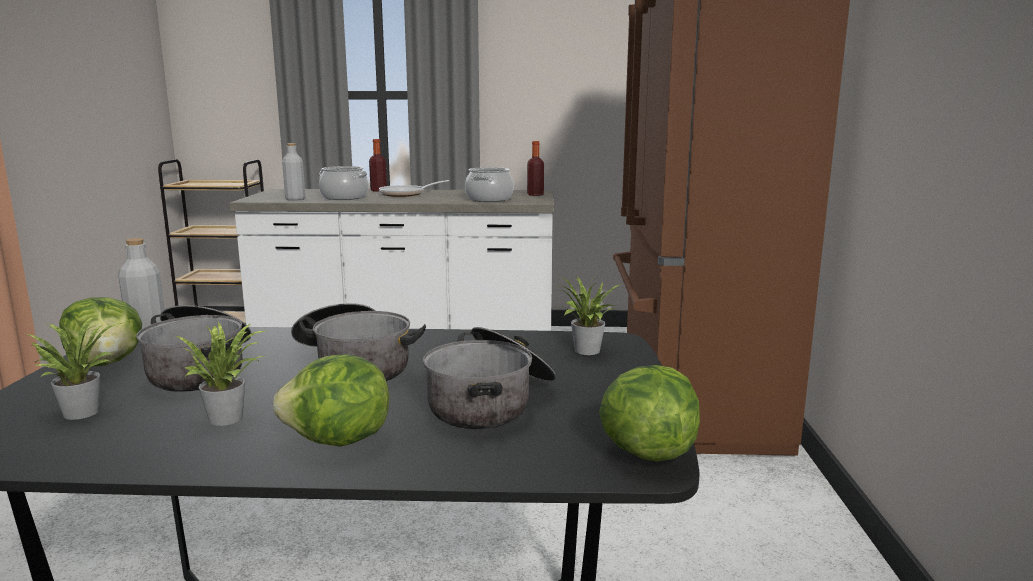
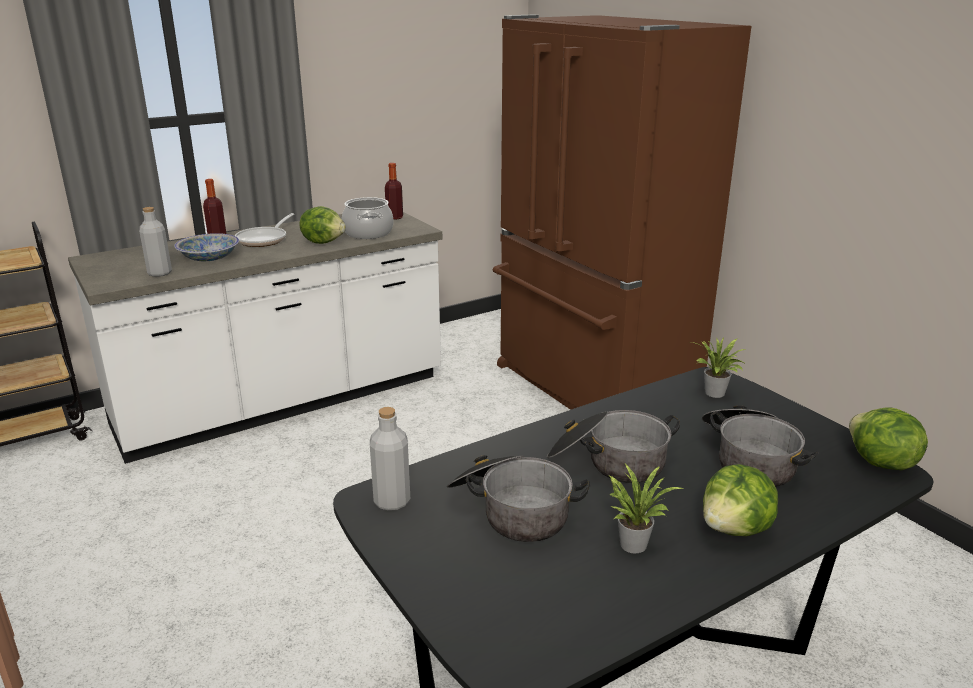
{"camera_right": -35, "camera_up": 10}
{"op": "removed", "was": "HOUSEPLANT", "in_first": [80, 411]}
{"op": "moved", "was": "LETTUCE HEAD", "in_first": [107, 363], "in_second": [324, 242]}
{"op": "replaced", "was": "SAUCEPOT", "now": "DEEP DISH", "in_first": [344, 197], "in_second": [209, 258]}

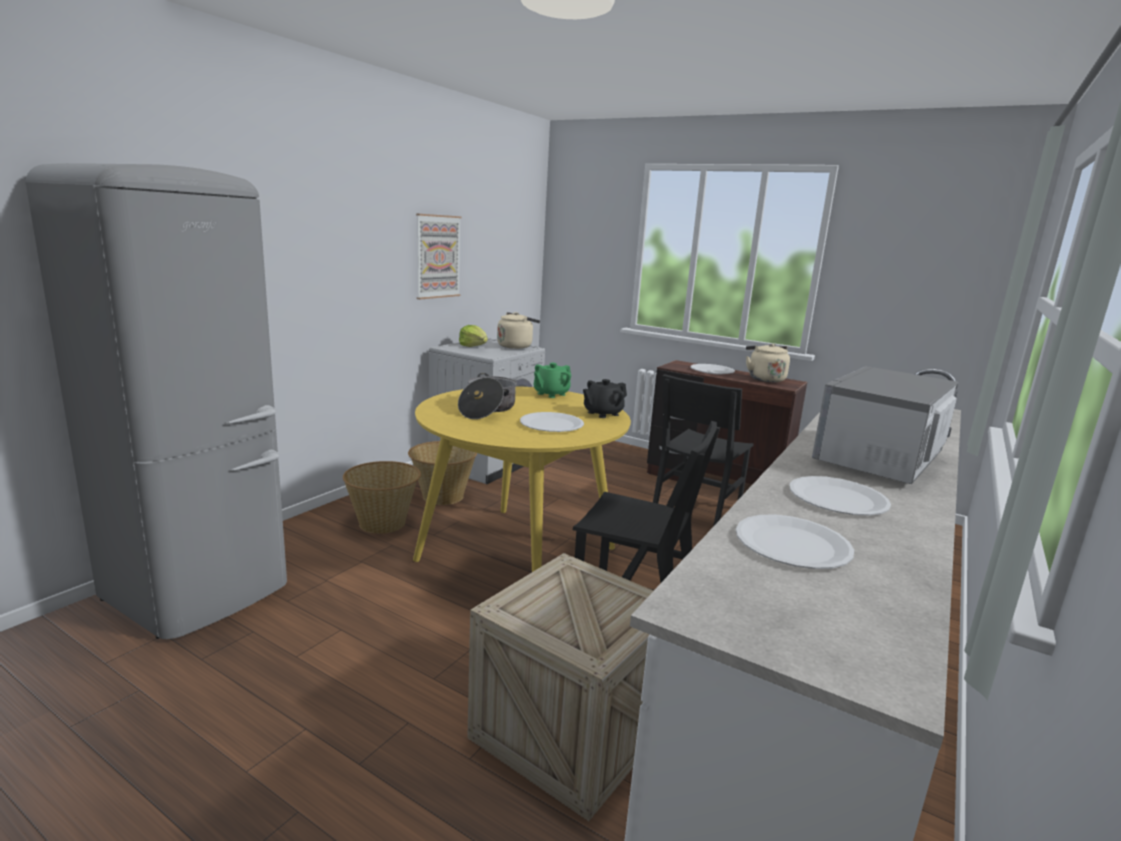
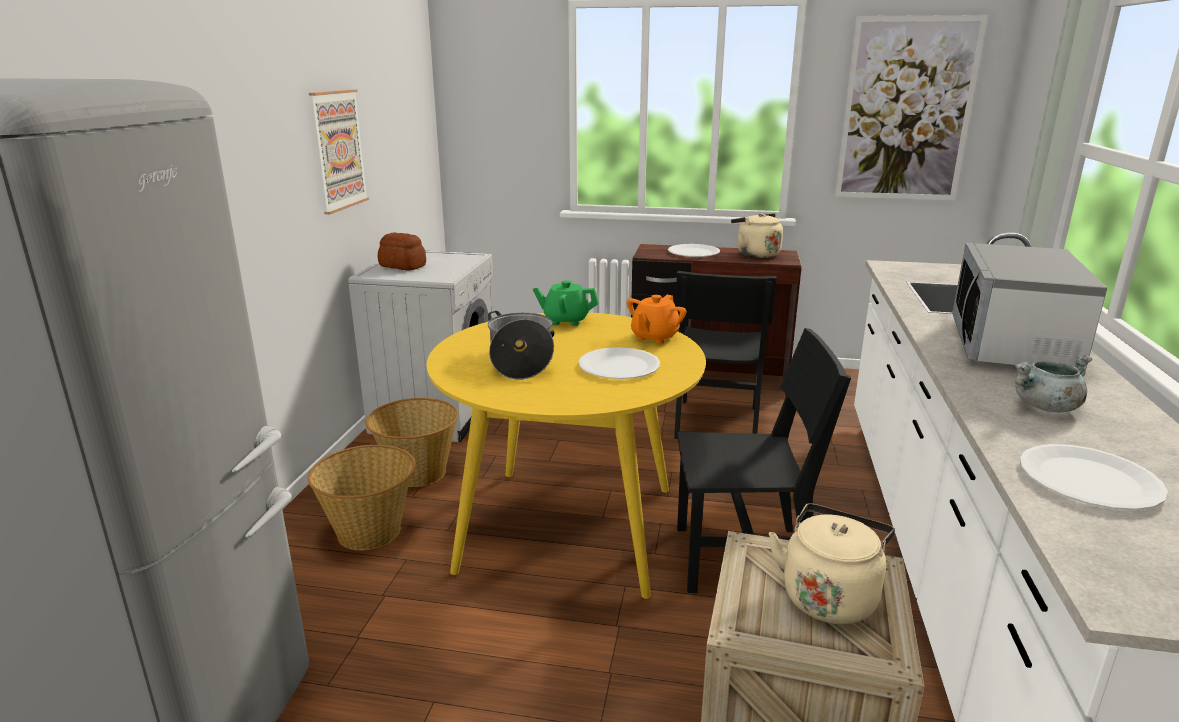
{"camera_right": -20, "camera_up": 5}
{"op": "replaced", "was": "LETTUCE HEAD", "now": "BAKERY BREAD", "in_first": [473, 346], "in_second": [403, 266]}
{"op": "moved", "was": "SAND-COLOURED TEA KETTLE", "in_first": [516, 346], "in_second": [829, 596]}
{"op": "turned", "was": "GREENISH TEA POT", "in_first": [551, 394], "in_second": [566, 320], "clockwise": 75}
{"op": "recoloured", "was": "BLACK-COLOURED TEA POT", "now": "ORANGEY TEA POT", "in_first": [602, 413], "in_second": [654, 337]}
{"op": "replaced", "was": "WHITISH DINNER PLATE", "now": "GRAY SAUCEPOT", "in_first": [837, 499], "in_second": [1045, 407]}
{"op": "added", "now": "WALL PICTURE", "in_second": [906, 110]}

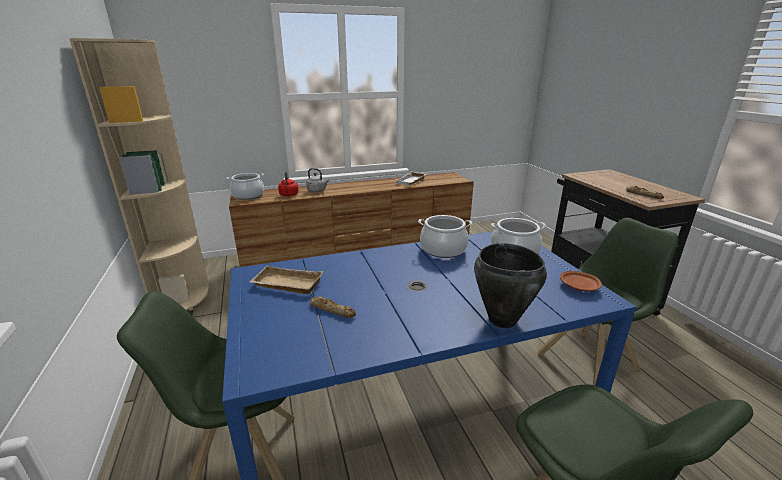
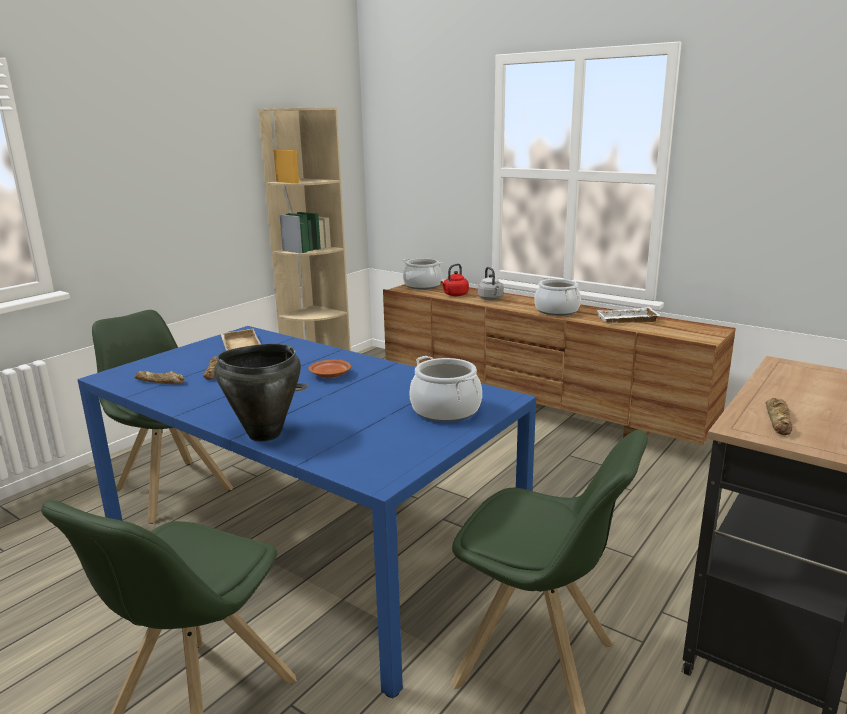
{"camera_right": 55, "camera_up": -5}
{"op": "moved", "was": "SAUCEPOT", "in_first": [443, 249], "in_second": [556, 311]}
{"op": "moved", "was": "BROWN-COLOURED DINNER PLATE", "in_first": [579, 287], "in_second": [330, 375]}
{"op": "added", "now": "BAKERY BREAD", "in_second": [160, 382]}

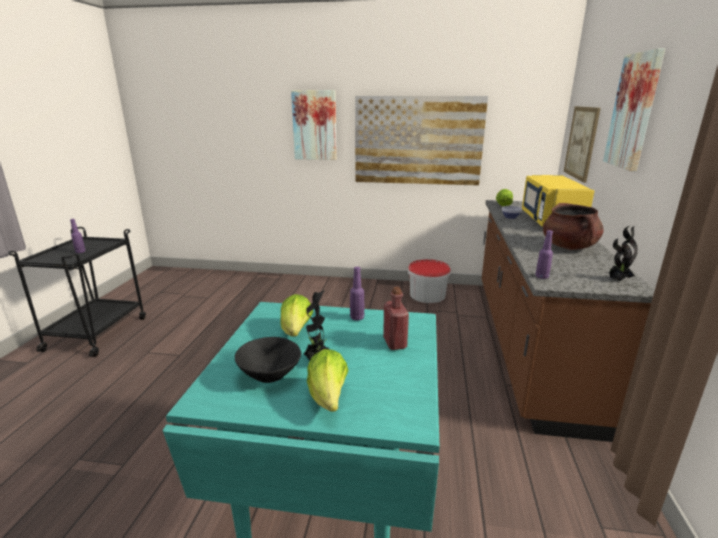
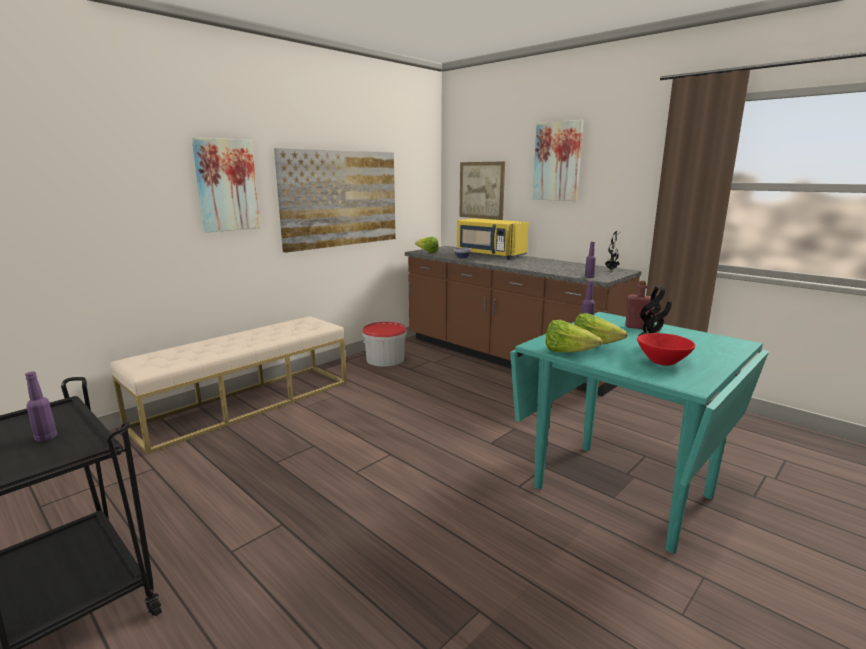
{"camera_right": -55, "camera_up": -5}
{"op": "recoloured", "was": "BLACK-COLOURED DEEP DISH", "now": "RED-COLOURED DEEP DISH", "in_first": [270, 376], "in_second": [663, 362]}
{"op": "moved", "was": "LETTUCE HEAD", "in_first": [328, 398], "in_second": [567, 352]}
{"op": "removed", "was": "BROWN-COLOURED SAUCEPOT", "in_first": [569, 247]}
{"op": "added", "now": "SAND-COLOURED BENCH", "in_second": [245, 403]}

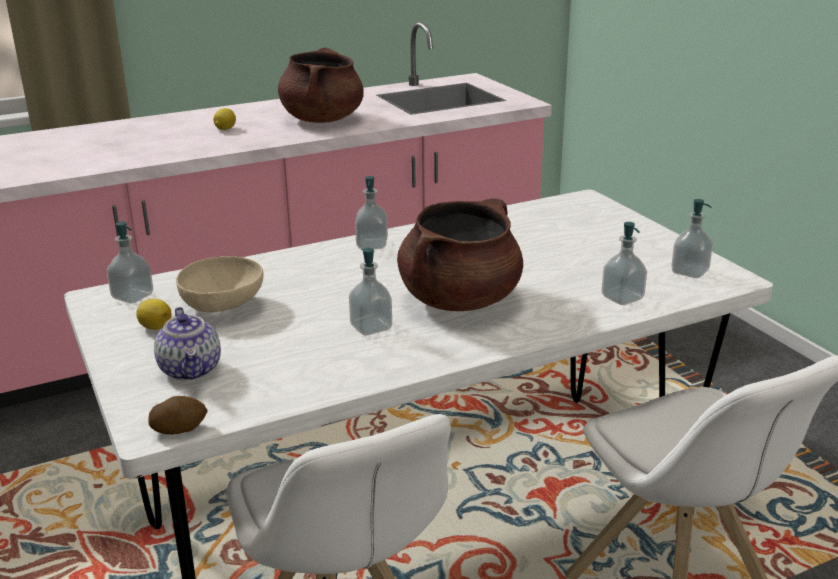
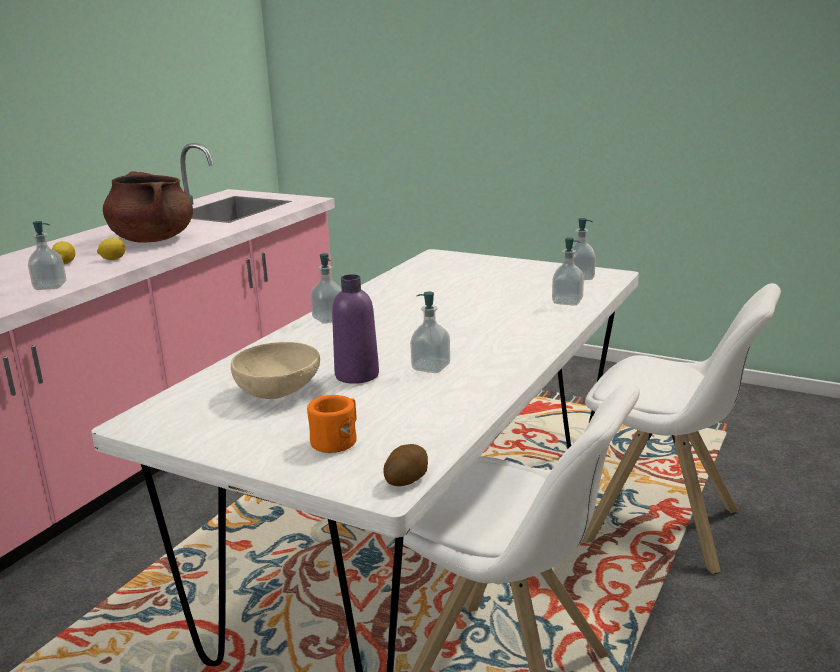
{"camera_right": -35, "camera_up": -5}
{"op": "moved", "was": "LIQUID SOAP BOTTLE", "in_first": [132, 296], "in_second": [50, 286]}
{"op": "moved", "was": "CITRUS FRUIT", "in_first": [155, 327], "in_second": [112, 259]}
{"op": "replaced", "was": "TEA POT", "now": "ORANGEY TEA MUG", "in_first": [191, 370], "in_second": [337, 440]}
{"op": "removed", "was": "BROWN-COLOURED SAUCEPOT", "in_first": [460, 300]}
{"op": "added", "now": "PURPLE-COLOURED BEVERAGE BOTTLE", "in_second": [357, 375]}

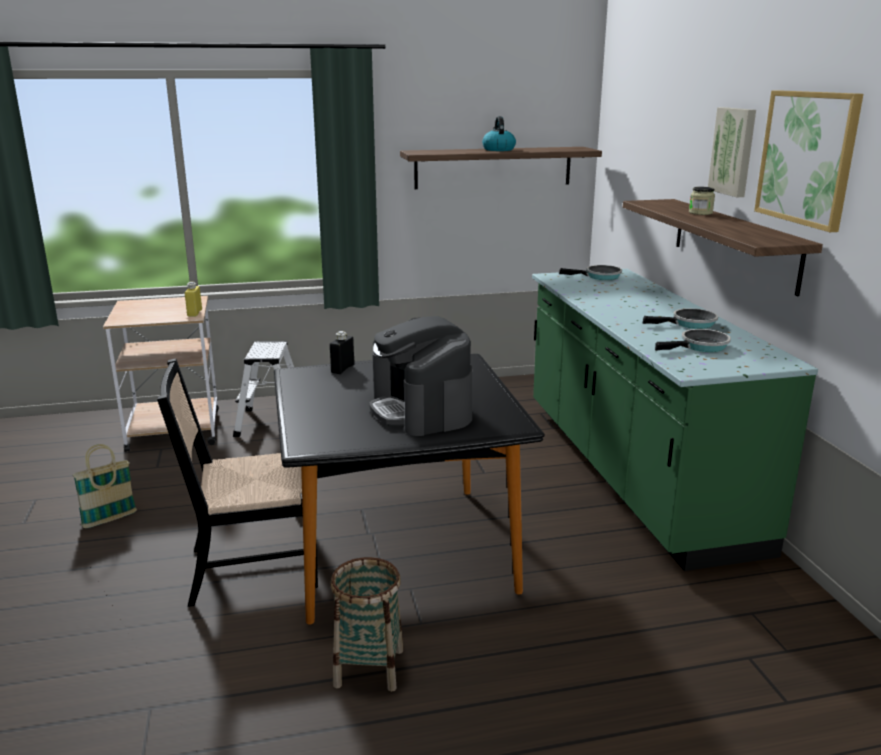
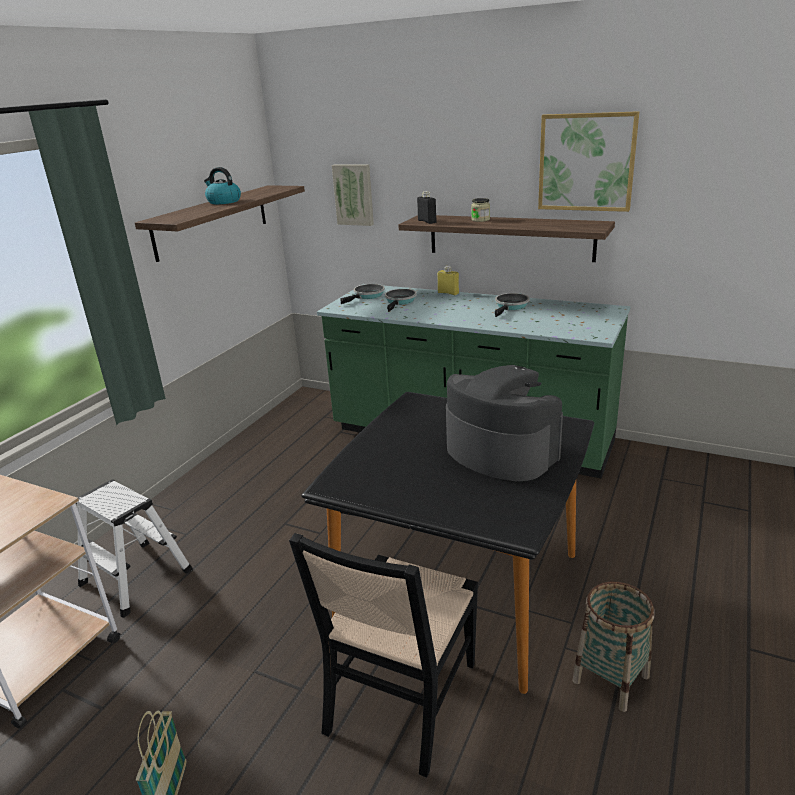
{"camera_right": -50, "camera_up": 5}
{"op": "moved", "was": "YELLOW-COLOURED BEVERAGE BOTTLE", "in_first": [194, 313], "in_second": [448, 293]}
{"op": "moved", "was": "BLACK-COLOURED BEVERAGE BOTTLE", "in_first": [342, 369], "in_second": [427, 221]}
{"op": "turned", "was": "COFFEE MACHINE", "in_first": [421, 410], "in_second": [500, 452], "clockwise": -150}
{"op": "moved", "was": "SKILLET", "in_first": [701, 346], "in_second": [400, 301]}
{"op": "moved", "was": "WALL PICTURE", "in_first": [734, 151], "in_second": [354, 194]}

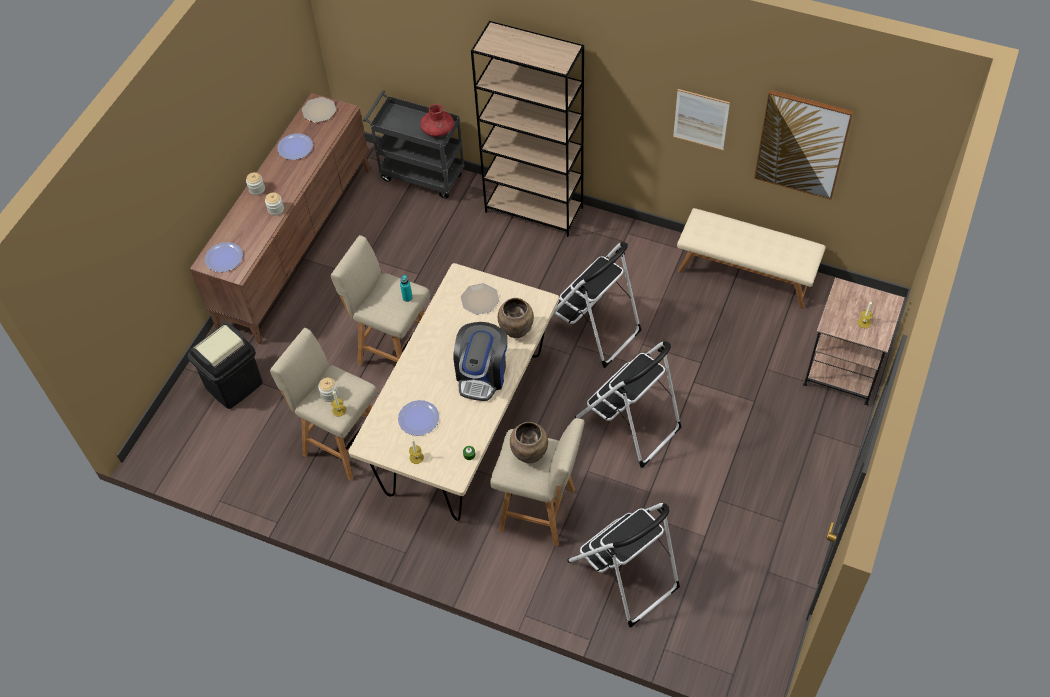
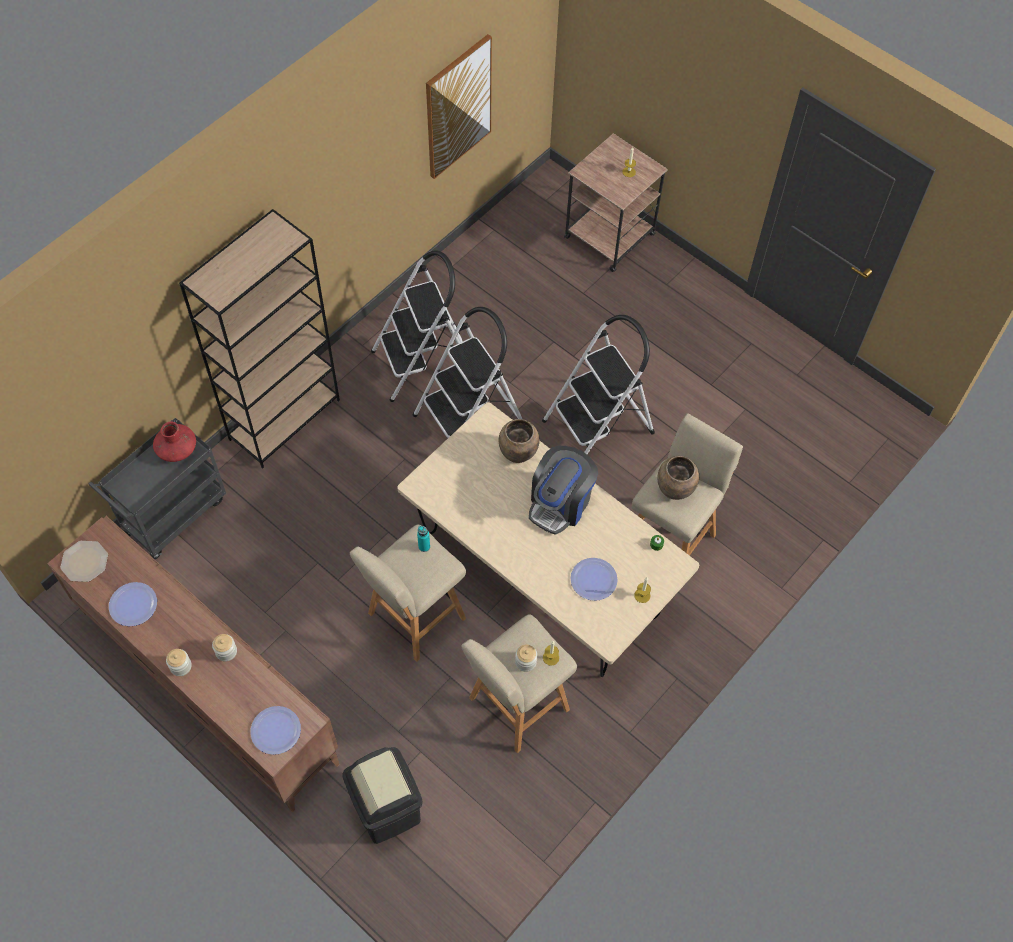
{"camera_right": -75, "camera_up": 5}
{"op": "turned", "was": "COFFEE MACHINE", "in_first": [482, 374], "in_second": [560, 503], "clockwise": 90}
{"op": "removed", "was": "DINNER PLATE", "in_first": [479, 299]}
{"op": "moved", "was": "STEPLADDER", "in_first": [624, 576], "in_second": [427, 363]}
{"op": "removed", "was": "WALL PICTURE", "in_first": [701, 119]}
{"op": "removed", "was": "SAND-COLOURED BENCH", "in_first": [746, 273]}

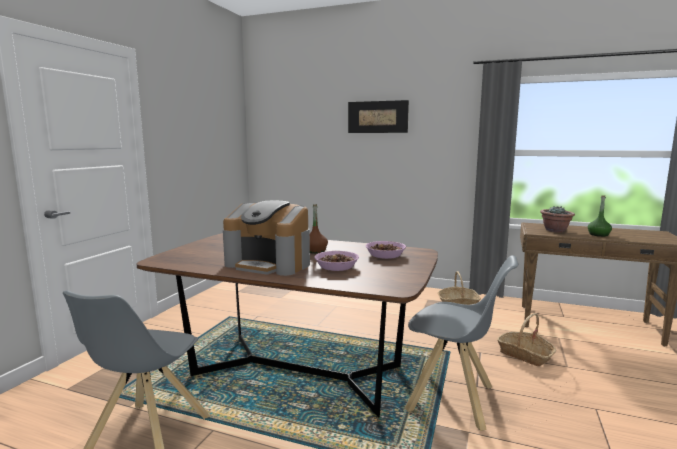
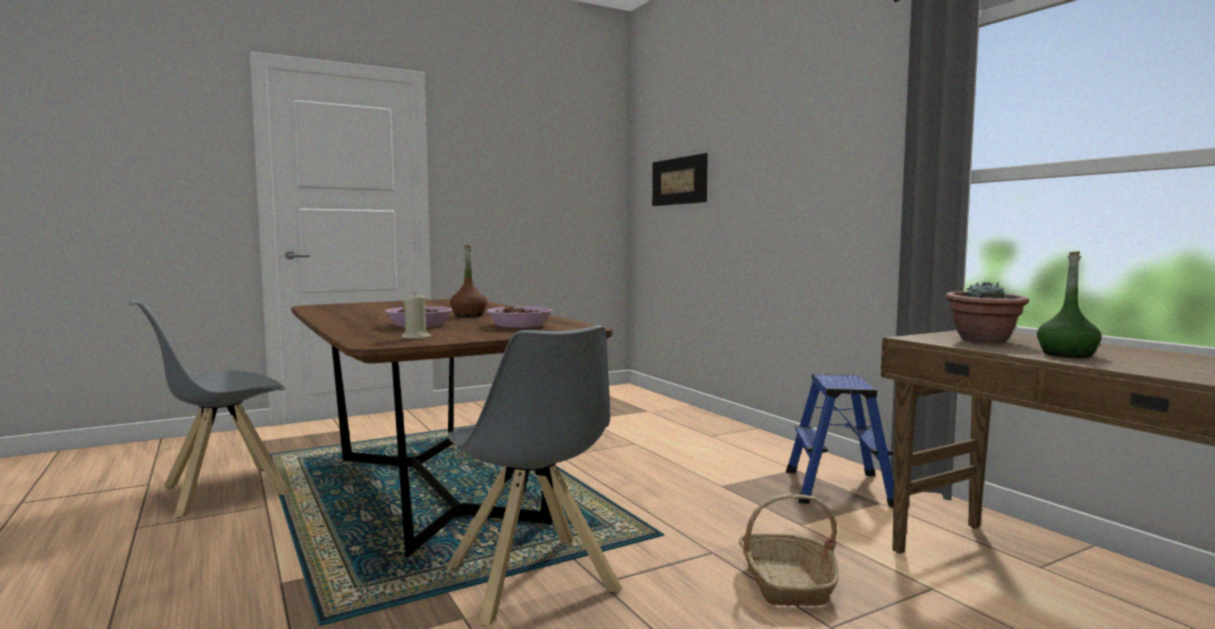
{"camera_right": 40, "camera_up": -5}
{"op": "removed", "was": "COFFEE MACHINE", "in_first": [270, 264]}
{"op": "moved", "was": "WALL PICTURE", "in_first": [377, 117], "in_second": [679, 181]}
{"op": "replaced", "was": "BASKET", "now": "BLUE STEPLADDER", "in_first": [458, 303], "in_second": [838, 488]}
{"op": "added", "now": "SAND-COLOURED WAX CANDLE", "in_second": [416, 337]}

